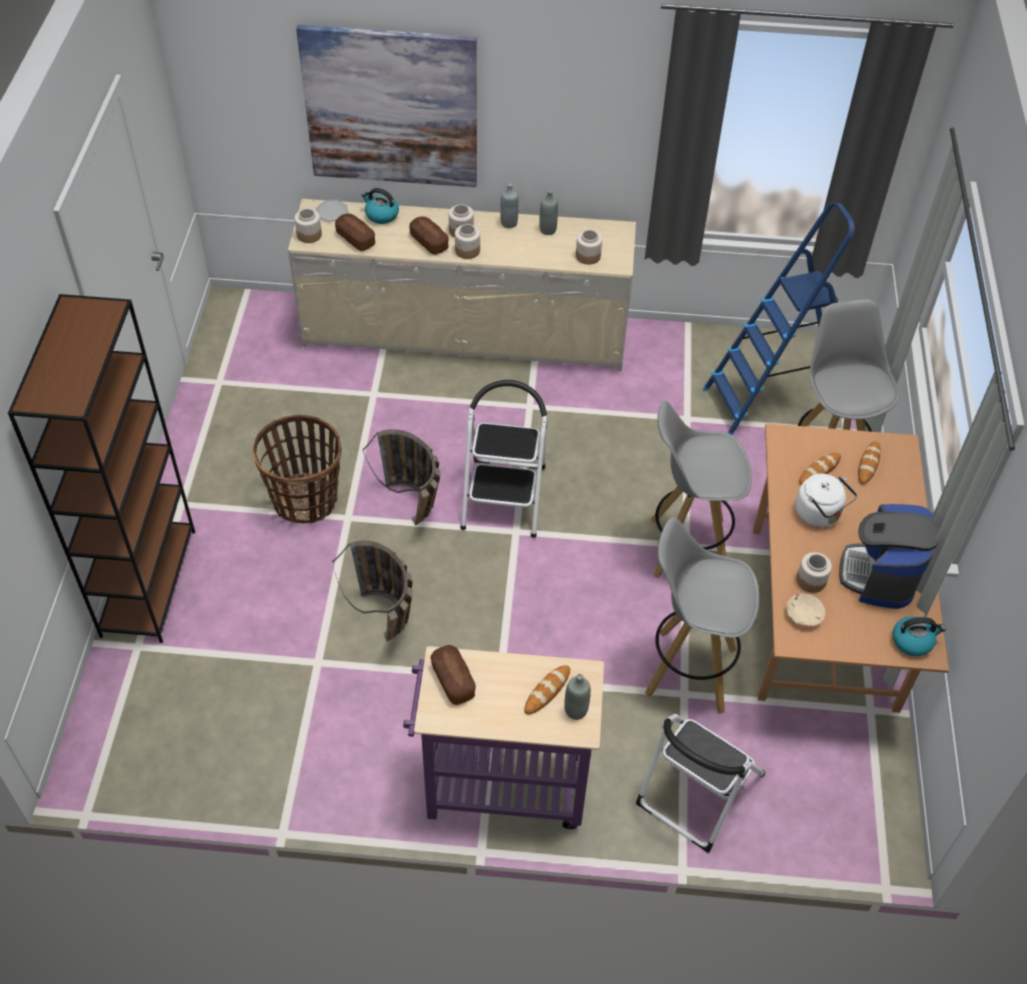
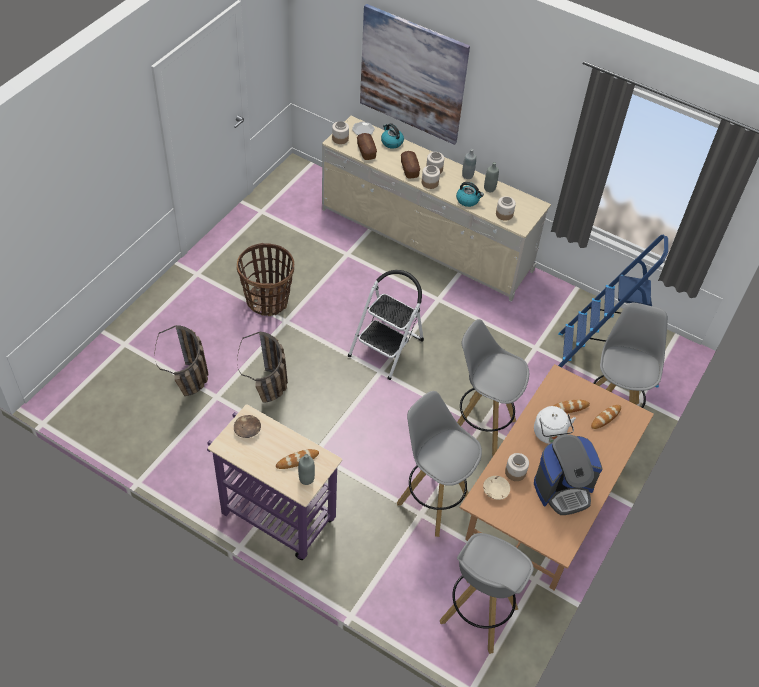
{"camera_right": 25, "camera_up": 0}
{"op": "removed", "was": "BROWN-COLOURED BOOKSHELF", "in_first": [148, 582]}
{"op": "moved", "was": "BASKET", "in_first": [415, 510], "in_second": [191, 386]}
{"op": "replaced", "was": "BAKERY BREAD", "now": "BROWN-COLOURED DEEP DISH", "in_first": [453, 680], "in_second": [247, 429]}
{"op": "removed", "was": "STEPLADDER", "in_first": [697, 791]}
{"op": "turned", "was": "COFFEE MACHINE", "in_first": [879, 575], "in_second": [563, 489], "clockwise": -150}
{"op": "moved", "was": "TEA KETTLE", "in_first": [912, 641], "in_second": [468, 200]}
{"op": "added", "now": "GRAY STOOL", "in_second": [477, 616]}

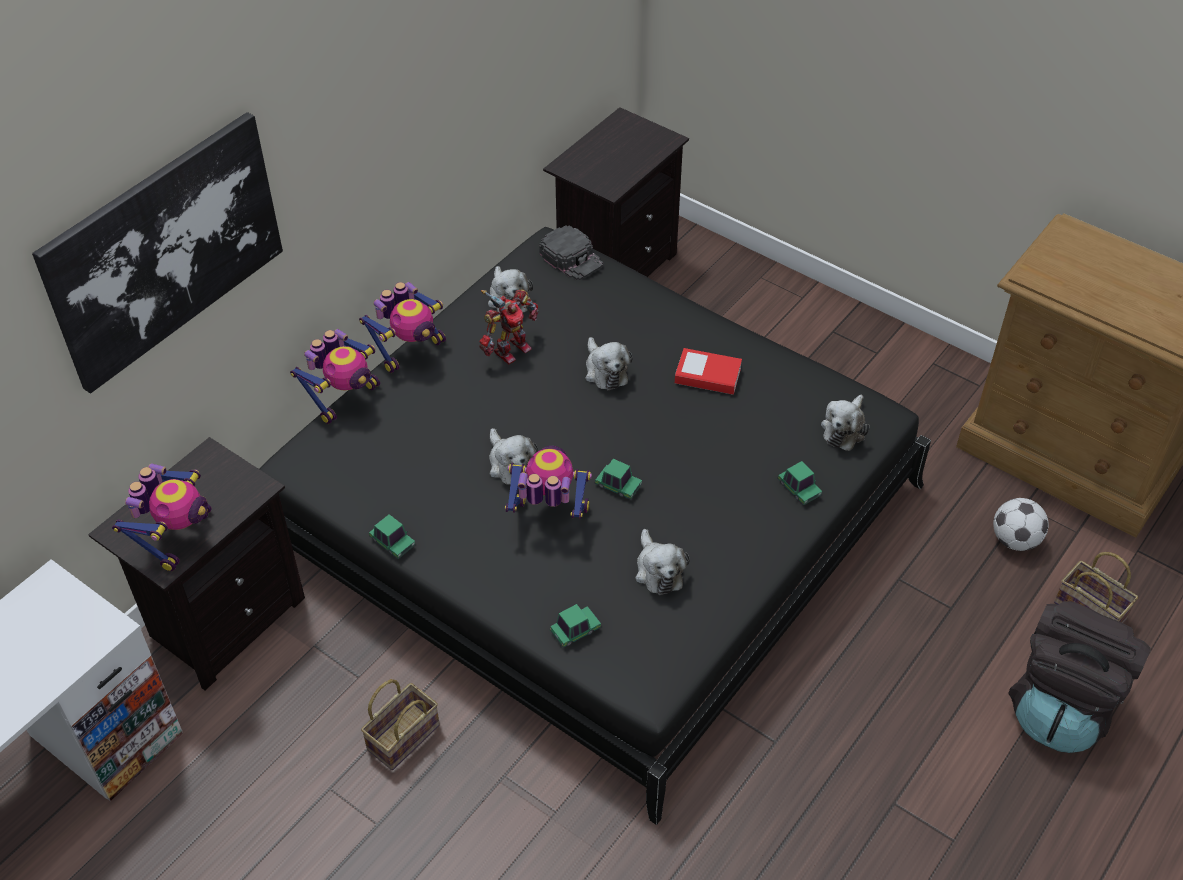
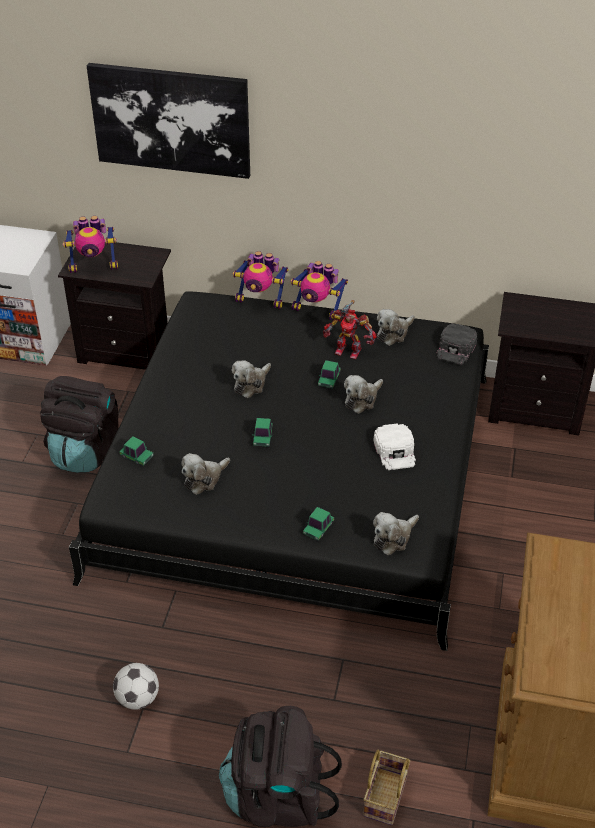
{"camera_right": 65, "camera_up": -5}
{"op": "replaced", "was": "BASKET", "now": "BLACK-COLOURED KNAPSACK", "in_first": [403, 735], "in_second": [85, 450]}
{"op": "moved", "was": "TOY CAR", "in_first": [392, 542], "in_second": [329, 379]}
{"op": "removed", "was": "MODEL ROBOT", "in_first": [548, 515]}
{"op": "replaced", "was": "VOLUME", "now": "WHITISH BASEBALL CAP", "in_first": [707, 376], "in_second": [395, 451]}
{"op": "turned", "was": "SOFT TOY", "in_first": [844, 429], "in_second": [393, 538], "clockwise": -45}
{"op": "moved", "was": "FOOTBALL BALL", "in_first": [1015, 540], "in_second": [138, 698]}

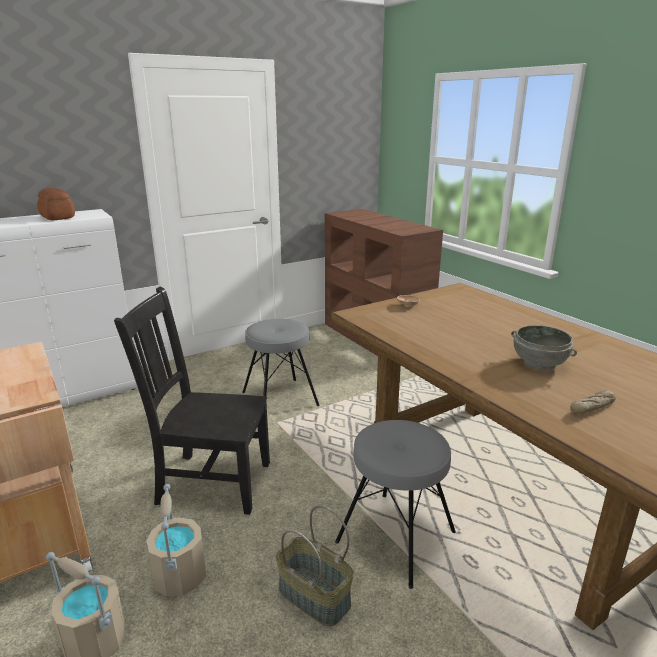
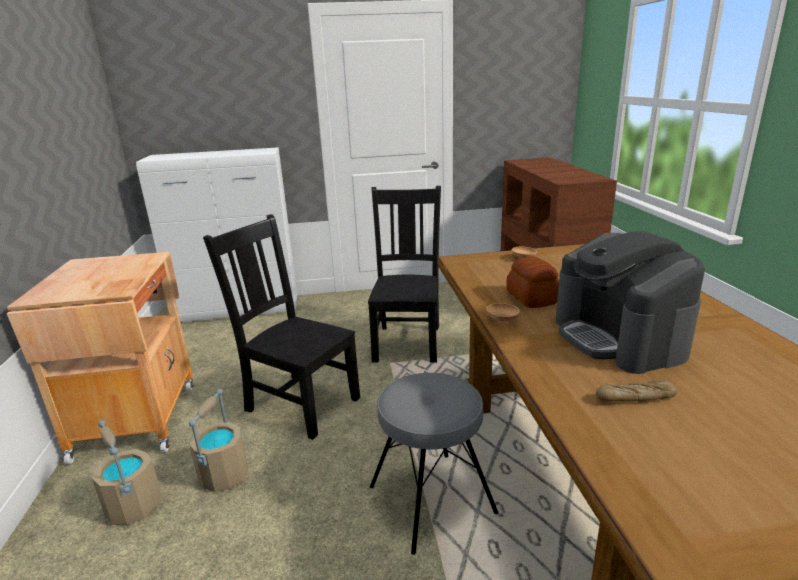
{"camera_right": 25, "camera_up": 0}
{"op": "moved", "was": "BAKERY BREAD", "in_first": [57, 217], "in_second": [531, 298]}
{"op": "replaced", "was": "GRAY STOOL", "now": "BLACK-COLOURED UPRIGHT CHAIR", "in_first": [280, 399], "in_second": [408, 342]}
{"op": "removed", "was": "BASKET", "in_first": [313, 597]}
{"op": "replaced", "was": "GRAY DEEP DISH", "now": "COFFEE MACHINE", "in_first": [539, 363], "in_second": [619, 337]}
{"op": "added", "now": "BROWN-COLOURED DEEP DISH", "in_second": [502, 320]}

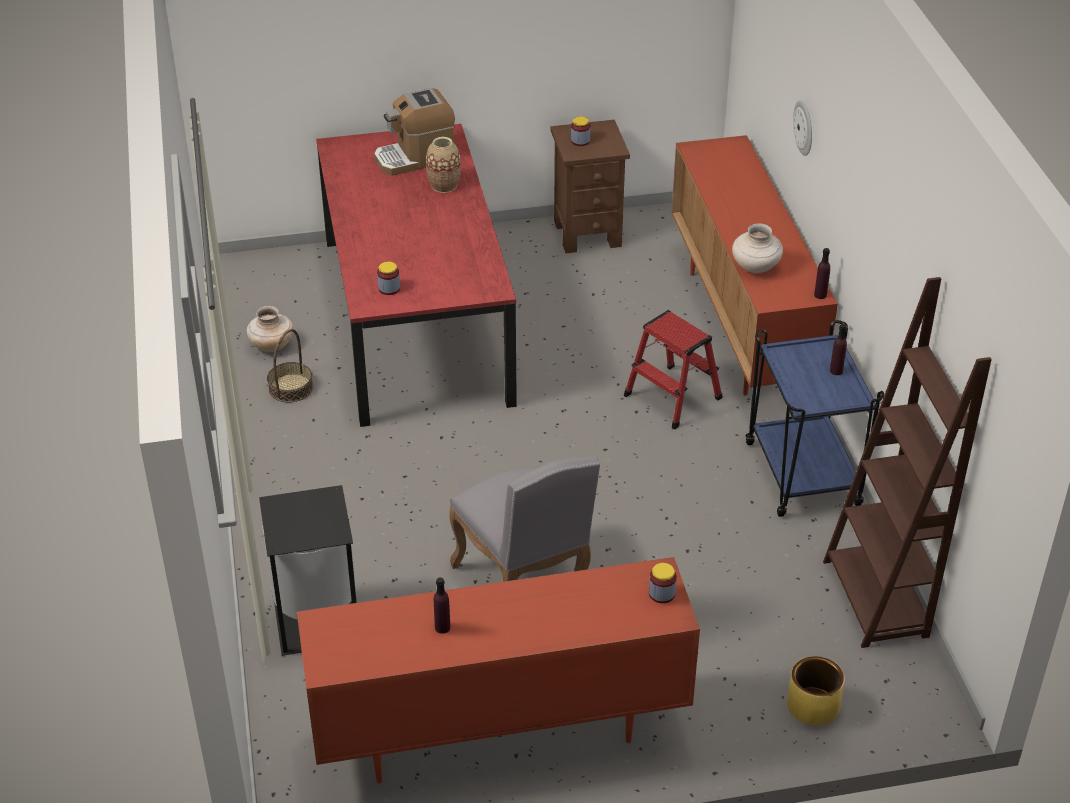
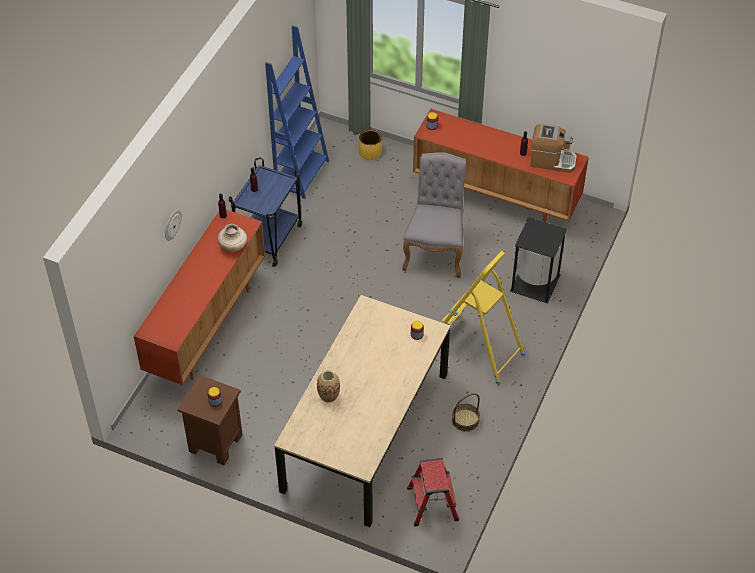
{"camera_right": -145, "camera_up": 10}
{"op": "removed", "was": "SAND-COLOURED VASE", "in_first": [272, 345]}
{"op": "recoloured", "was": "RED-COLOURED KITCHEN TABLE", "now": "SAND-COLOURED KITCHEN TABLE", "in_first": [416, 320], "in_second": [365, 431]}
{"op": "moved", "was": "COFFEE MACHINE", "in_first": [415, 158], "in_second": [552, 161]}
{"op": "moved", "was": "RED-COLOURED STEPLADDER", "in_first": [673, 396], "in_second": [432, 503]}
{"op": "recoloured", "was": "BROWN-COLOURED BOOKSHELF", "now": "BLUE BOOKSHELF", "in_first": [876, 598], "in_second": [301, 174]}
{"op": "added", "now": "YELLOW-COLOURED STEPLADDER", "in_second": [475, 348]}

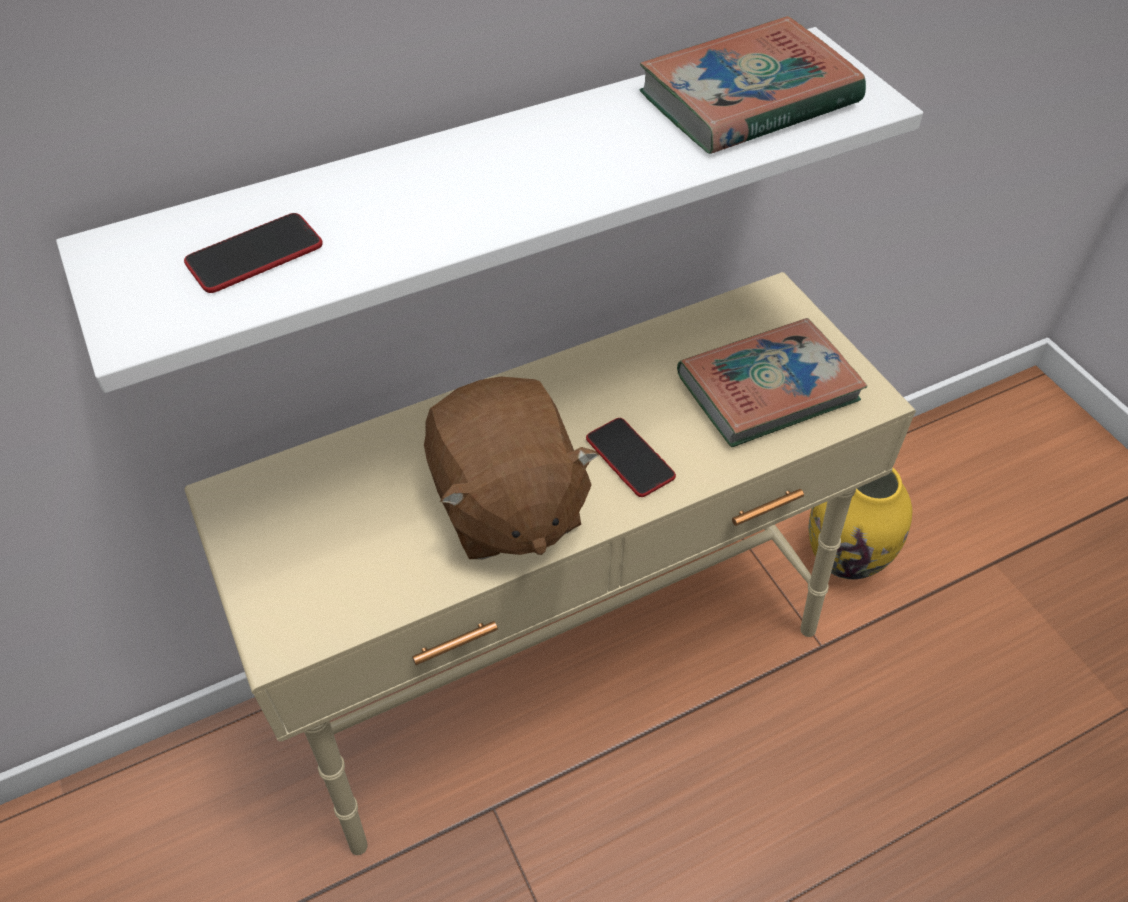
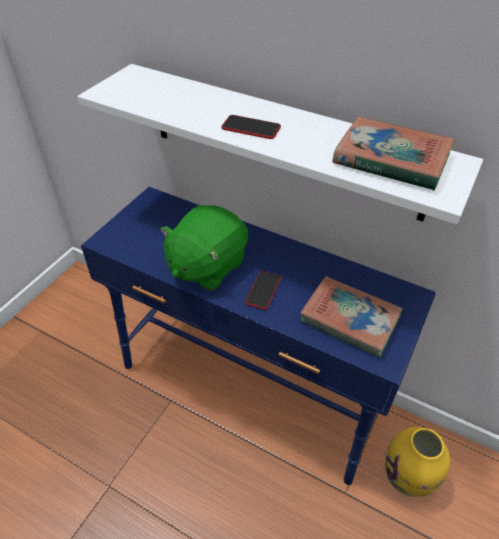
{"camera_right": 55, "camera_up": -5}
{"op": "moved", "was": "HANDSET", "in_first": [255, 255], "in_second": [251, 128]}
{"op": "recoloured", "was": "SAND-COLOURED NARROW TABLE", "now": "BLUE NARROW TABLE", "in_first": [564, 668], "in_second": [248, 389]}
{"op": "recoloured", "was": "BROWN-COLOURED SOFT TOY", "now": "GREENISH SOFT TOY", "in_first": [506, 505], "in_second": [206, 266]}

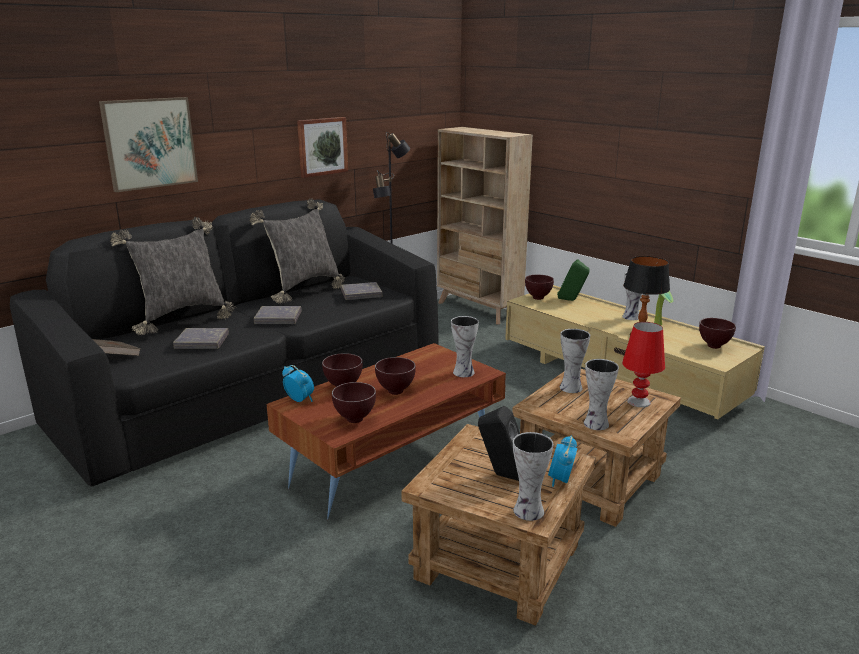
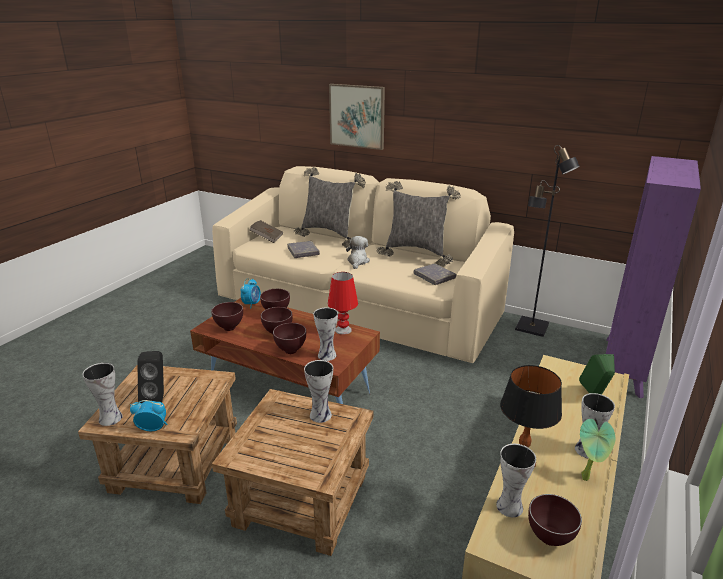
{"camera_right": 70, "camera_up": 5}
{"op": "recoloured", "was": "BLACK-COLOURED SETTEE", "now": "SAND-COLOURED SETTEE", "in_first": [256, 391], "in_second": [357, 307]}
{"op": "replaced", "was": "GRAY VOLUME", "now": "SOFT TOY", "in_first": [278, 318], "in_second": [357, 261]}
{"op": "removed", "was": "WALL PICTURE", "in_first": [322, 146]}
{"op": "recoloured", "was": "SAND-COLOURED BOOKSHELF", "now": "PURPLE-COLOURED BOOKSHELF", "in_first": [479, 309], "in_second": [622, 366]}
{"op": "moved", "was": "BROWN-COLOURED DEEP DISH", "in_first": [538, 298], "in_second": [290, 351]}
{"op": "moved", "was": "VASE", "in_first": [595, 424], "in_second": [508, 505]}
{"op": "moved", "was": "RED-COLOURED TABLETOP LAMP", "in_first": [638, 402], "in_second": [343, 330]}

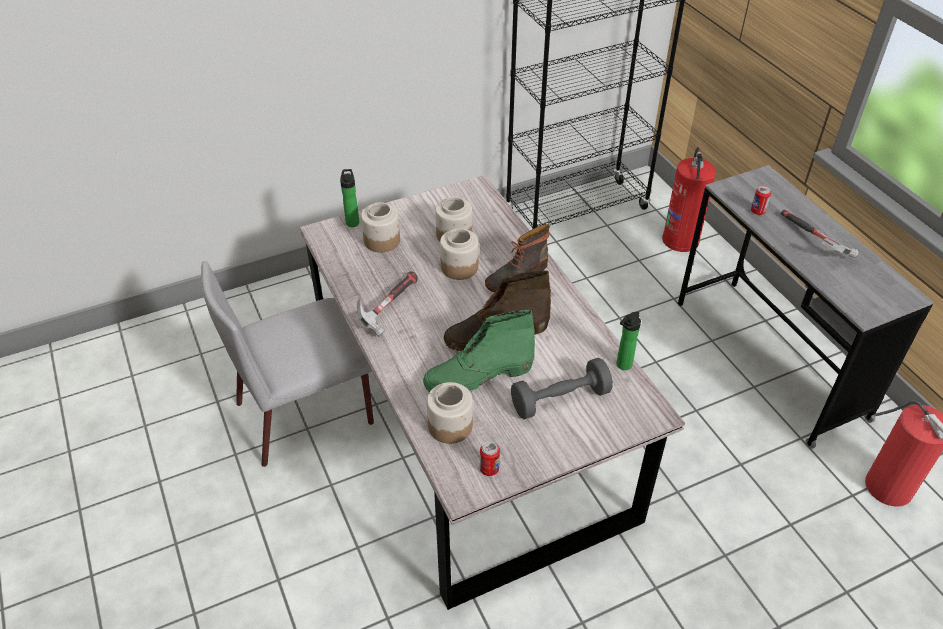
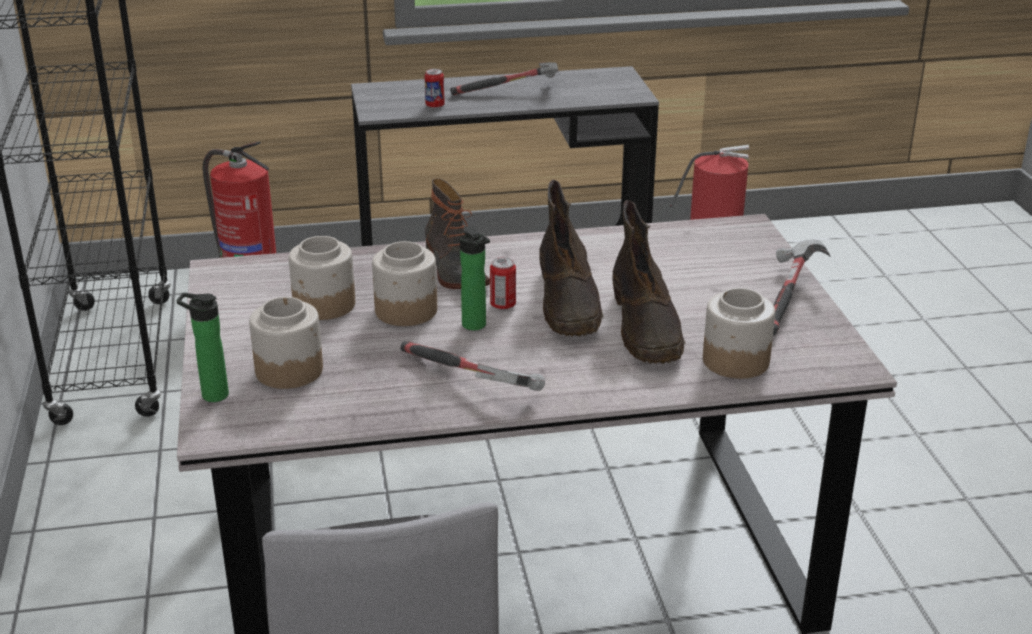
{"camera_right": -75, "camera_up": -15}
{"op": "recoloured", "was": "GREENISH BOOT", "now": "BROWN-COLOURED BOOT", "in_first": [478, 376], "in_second": [646, 327]}
{"op": "moved", "was": "SEALED CAN", "in_first": [489, 469], "in_second": [503, 305]}
{"op": "removed", "was": "GRAY HAND WEIGHT", "in_first": [560, 400]}
{"op": "moved", "was": "BEVERAGE BOTTLE", "in_first": [622, 366], "in_second": [476, 326]}
{"op": "added", "now": "HAND HAMMER", "in_second": [787, 300]}

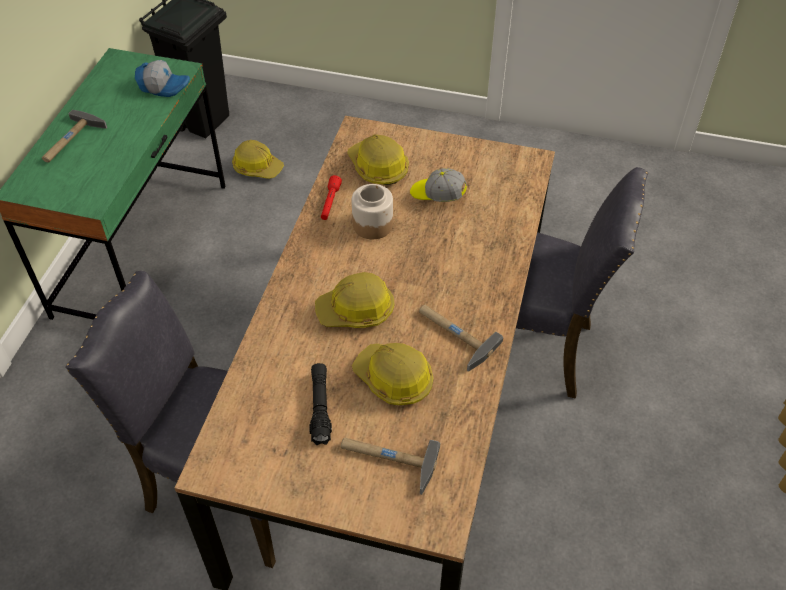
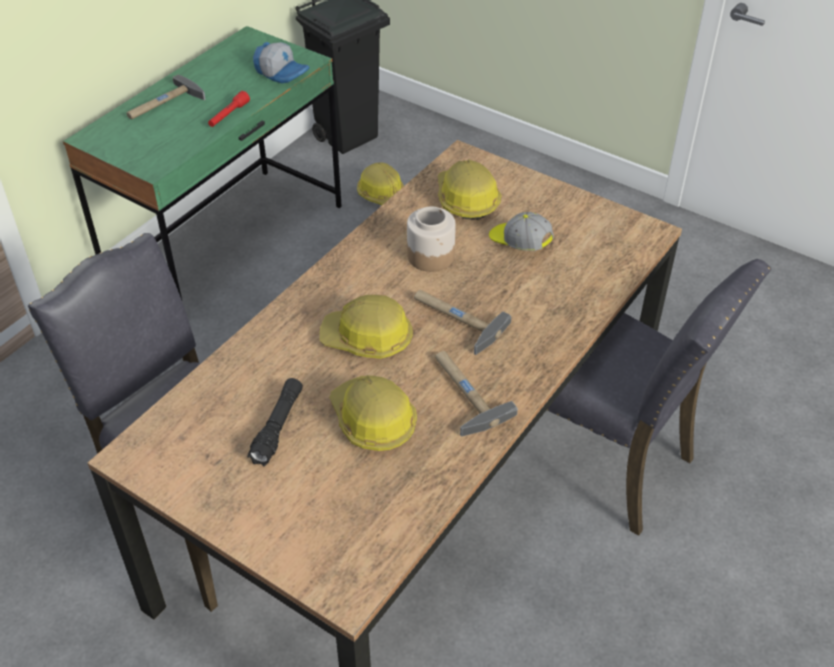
{"camera_right": 20, "camera_up": -5}
{"op": "moved", "was": "RED-COLOURED FLASHLIGHT", "in_first": [330, 203], "in_second": [228, 115]}
{"op": "moved", "was": "HAND HAMMER", "in_first": [387, 459], "in_second": [455, 319]}

